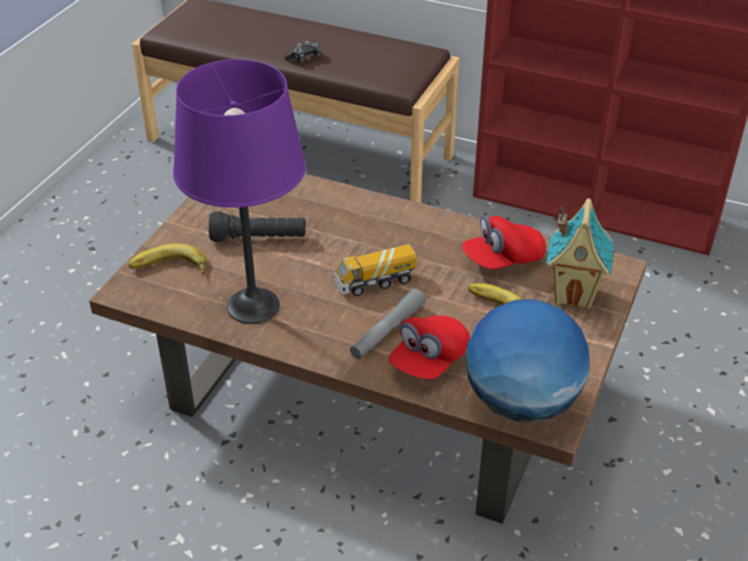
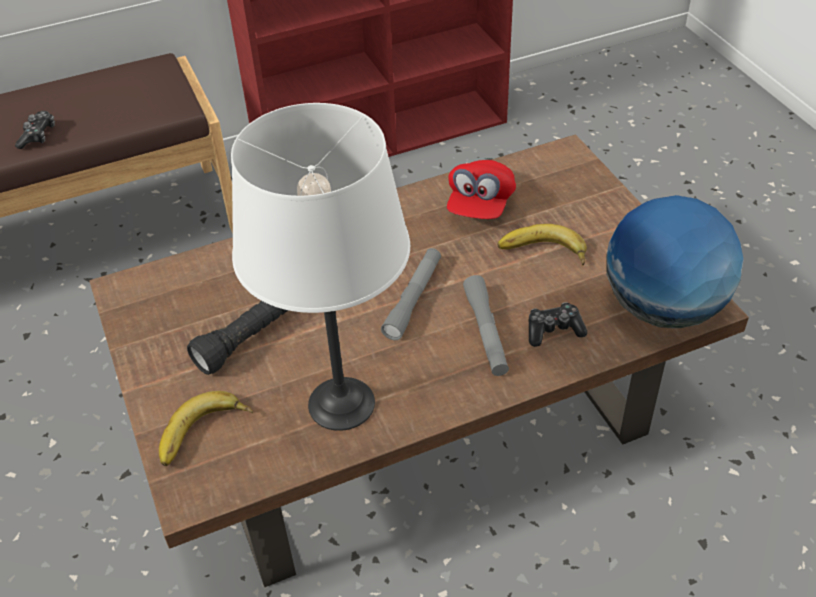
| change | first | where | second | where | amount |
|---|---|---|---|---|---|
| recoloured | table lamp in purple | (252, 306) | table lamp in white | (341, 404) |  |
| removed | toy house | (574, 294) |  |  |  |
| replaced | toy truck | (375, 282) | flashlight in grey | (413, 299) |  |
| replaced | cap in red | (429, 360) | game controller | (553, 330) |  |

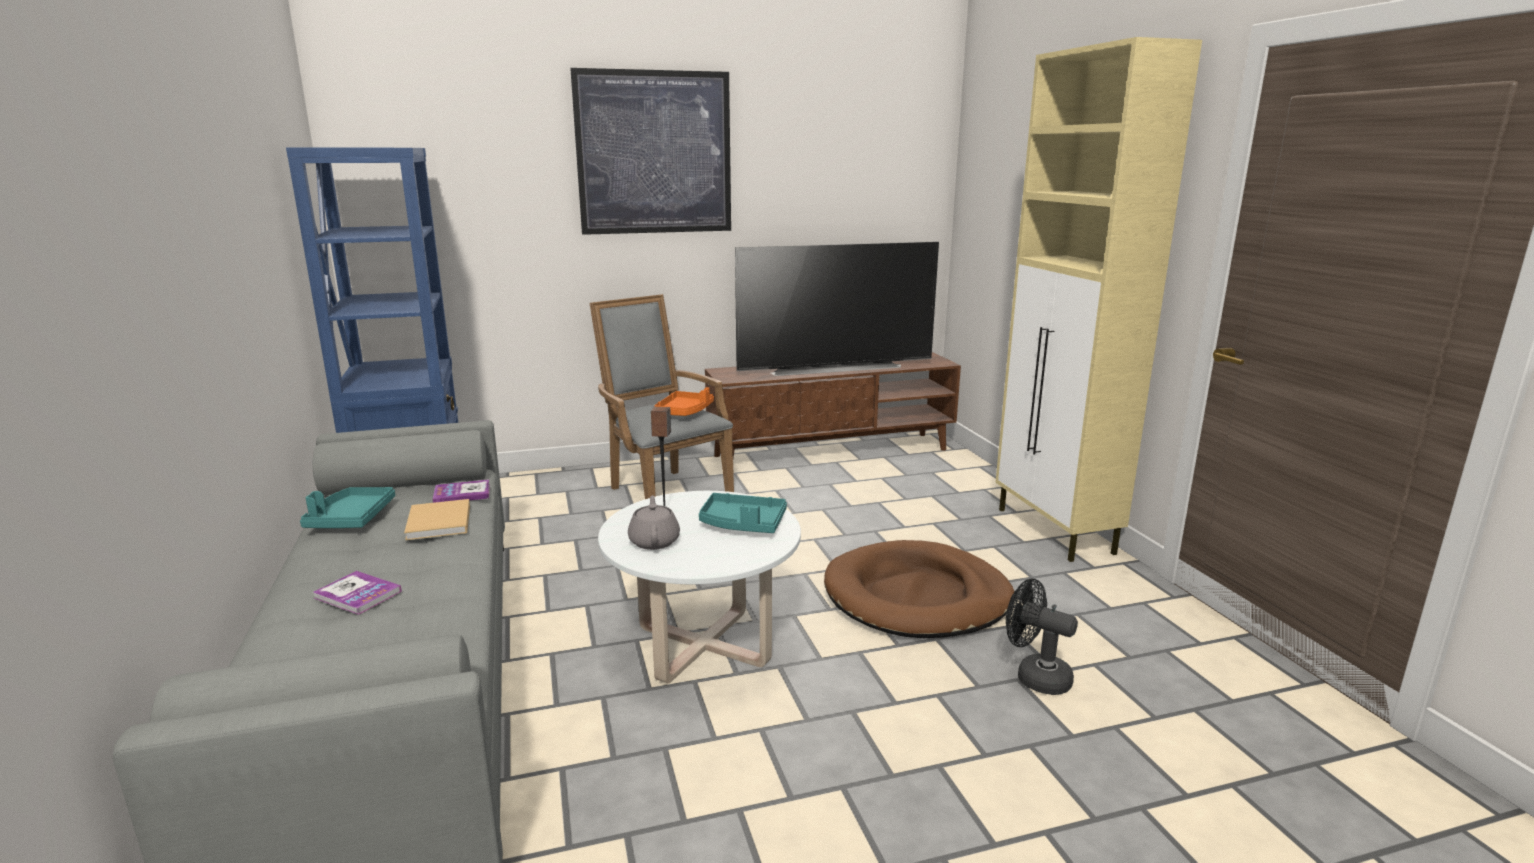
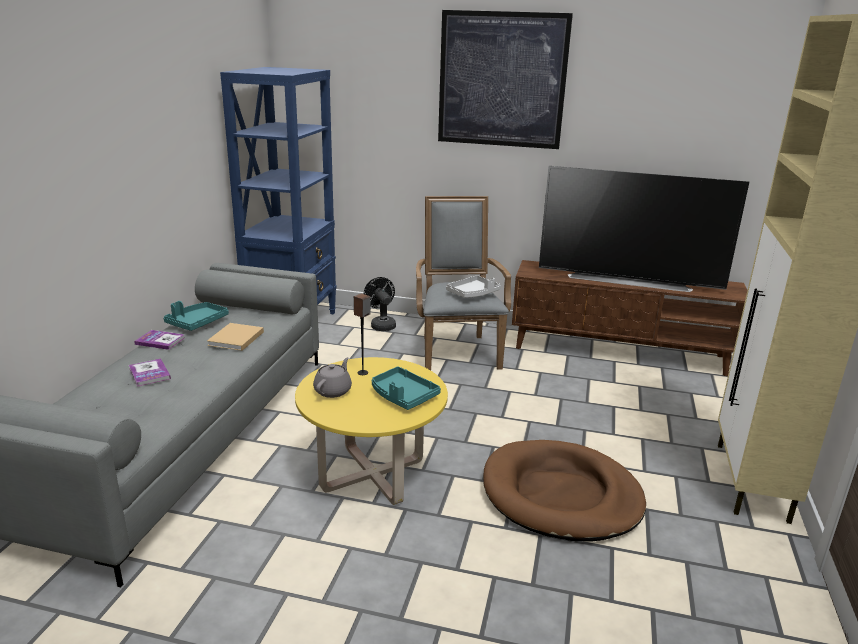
| change | first | where | second | where | amount |
|---|---|---|---|---|---|
| recoloured | tray in orange | (685, 412) | tray in grey | (473, 293) |  |
| moved | book | (462, 493) |  | (160, 341) |  |
| recoloured | coffee table in white | (703, 645) | coffee table in yellow | (372, 474) |  |
| moved | fan in black | (1035, 676) |  | (381, 325) |  |

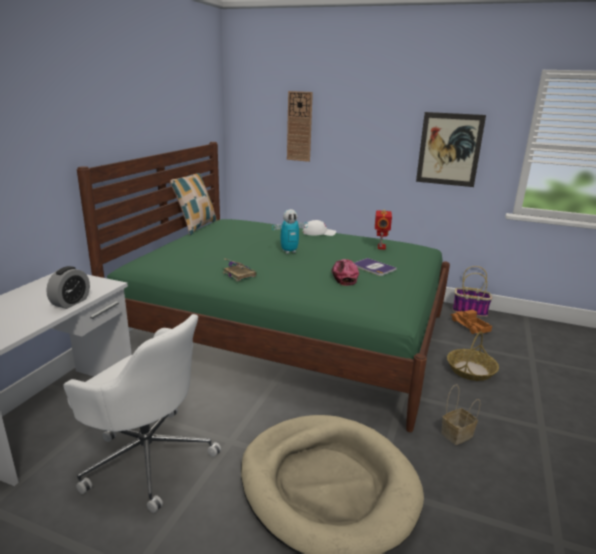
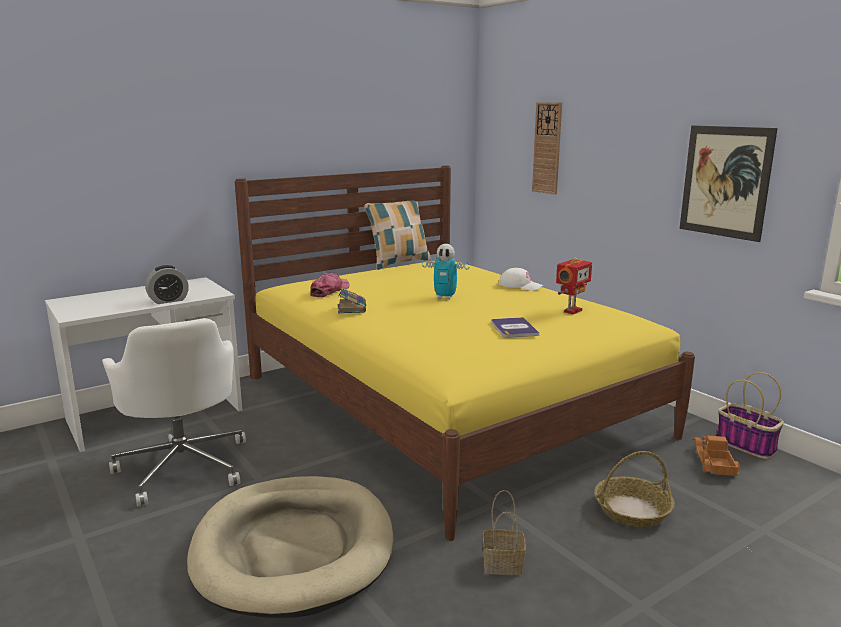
| change | first | where | second | where | amount |
|---|---|---|---|---|---|
| recoloured | bed in green | (288, 332) | bed in yellow | (446, 404) |  |
| moved | cap | (343, 276) |  | (329, 291) |  |

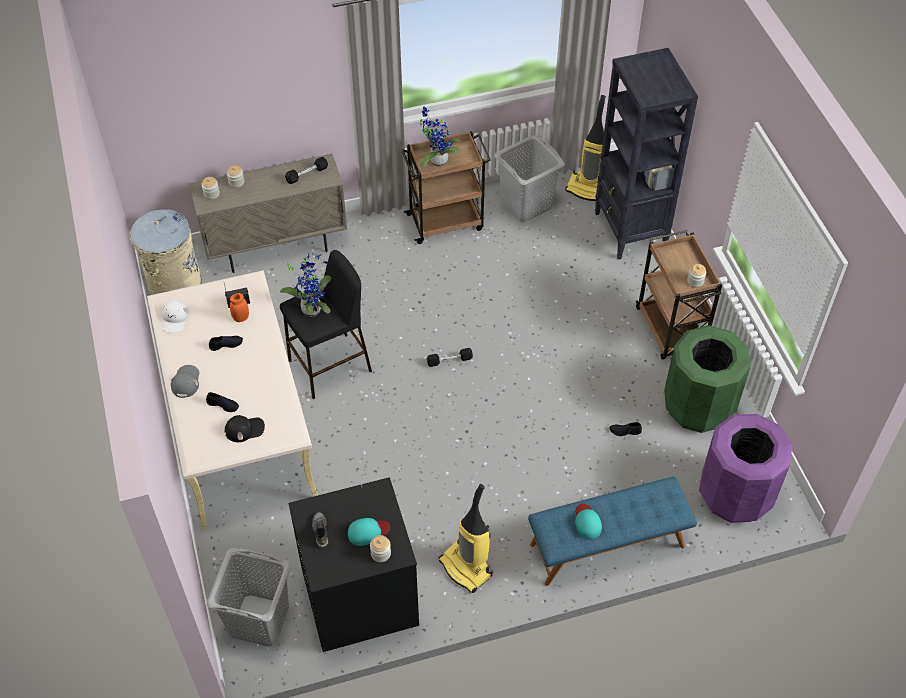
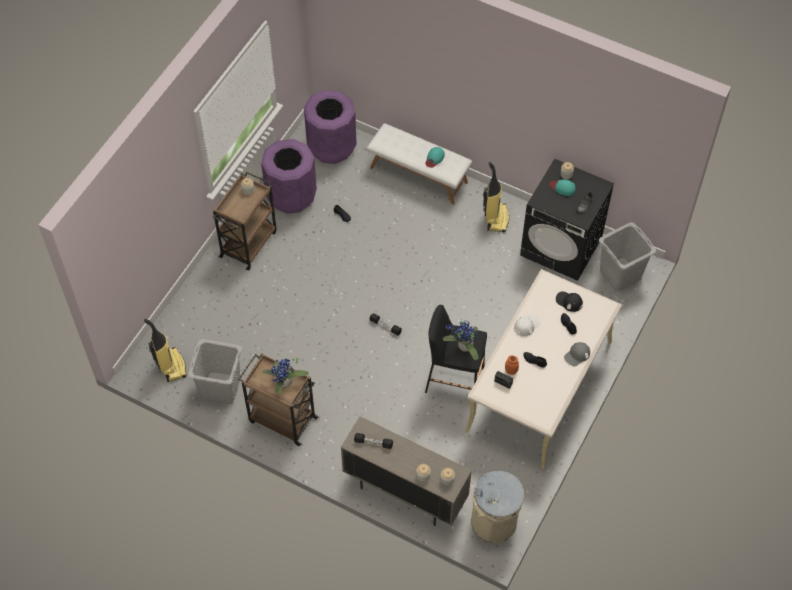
| change | first | where | second | where | amount |
|---|---|---|---|---|---|
| removed | bookcase in black | (630, 231) |  |  |  |
| moved | cap in white | (174, 318) |  | (527, 325) |  |
| recoloured | trash can in green | (699, 407) | trash can in purple | (291, 196) |  |
| recoloured | bench in blue | (607, 546) | bench in white | (419, 175) |  |

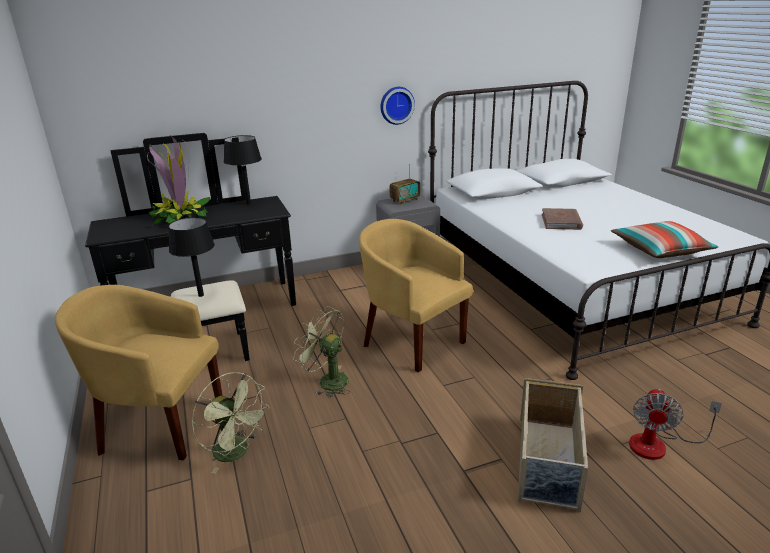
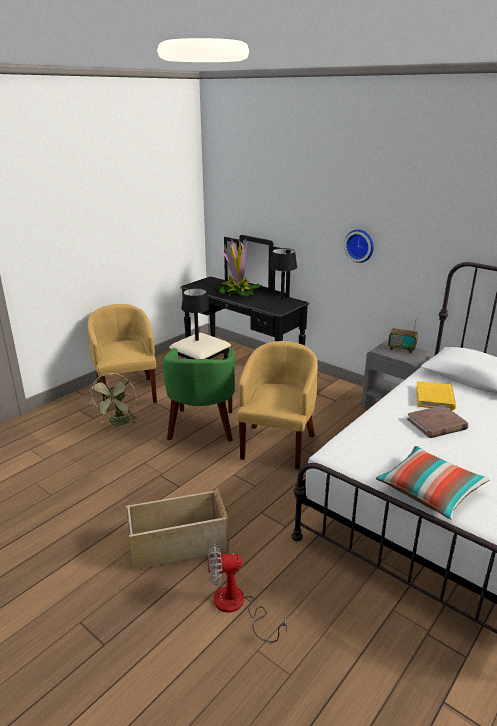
| change | first | where | second | where | amount |
|---|---|---|---|---|---|
| moved | wall clock | (396, 105) |  | (360, 245) |  |
| replaced | fan in green | (327, 380) | armchair in green | (202, 427) |  |
| added |  |  | book in yellow | (435, 398) |  |

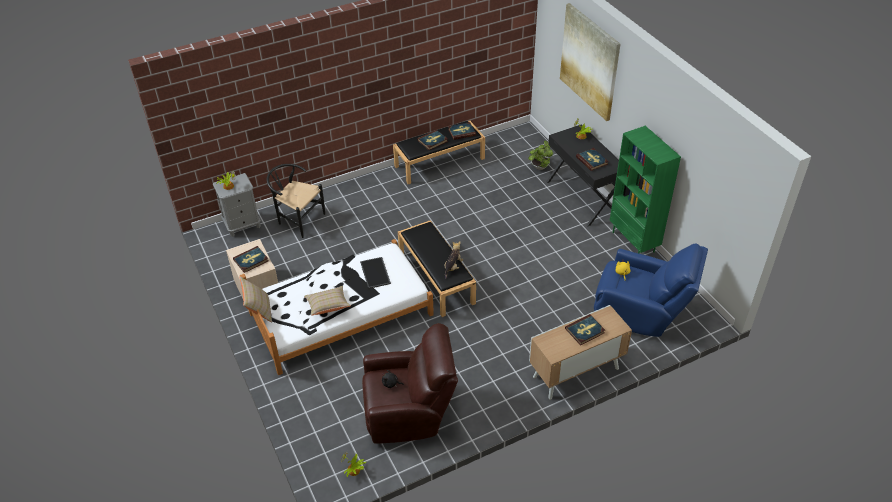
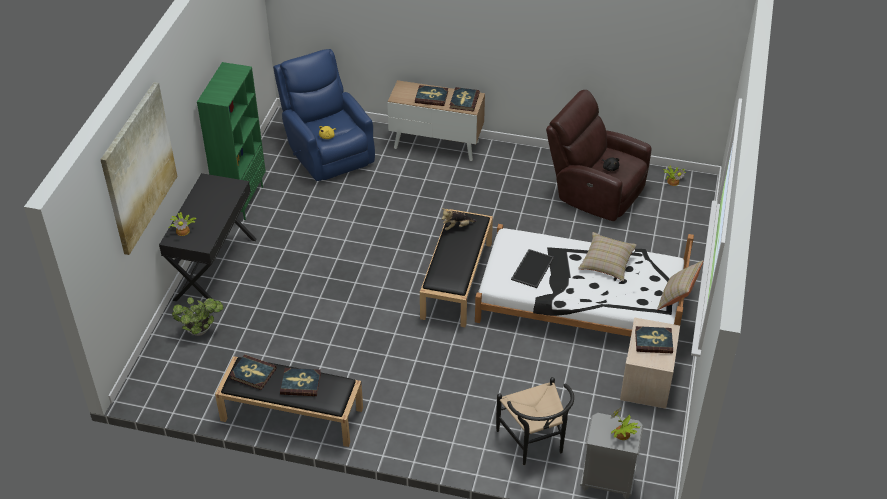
| change | first | where | second | where | amount |
|---|---|---|---|---|---|
| moved | book | (592, 160) |  | (464, 101) |  |

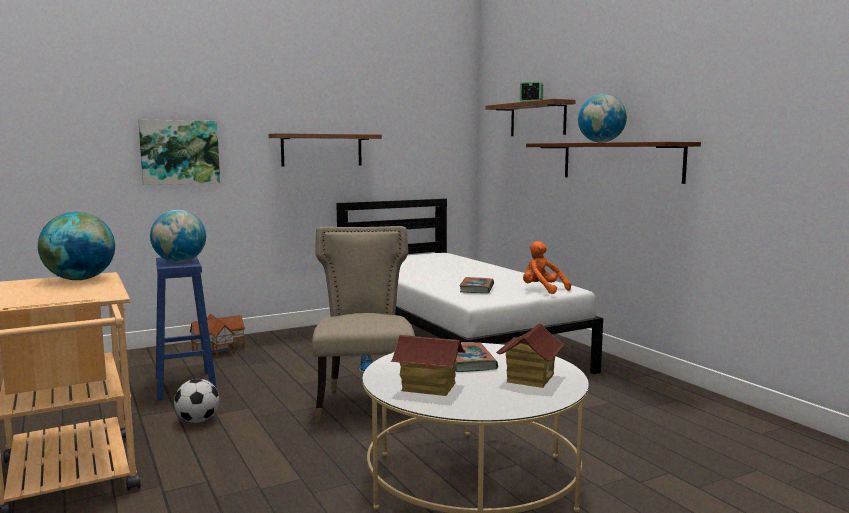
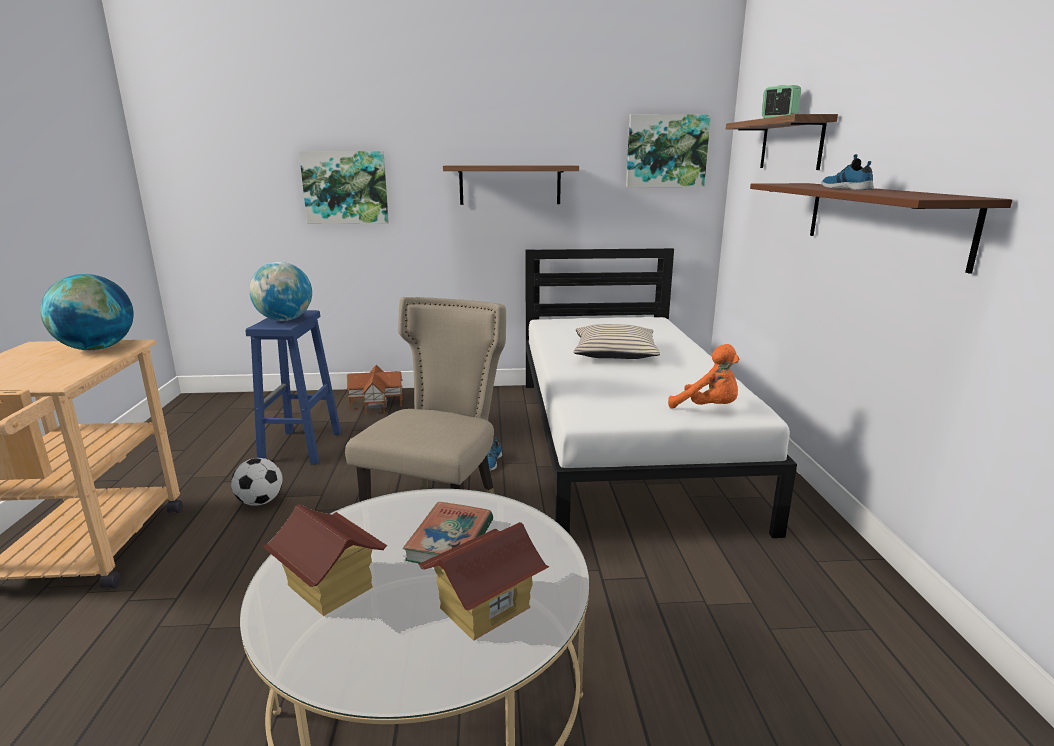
| change | first | where | second | where | amount |
|---|---|---|---|---|---|
| replaced | globe | (601, 142) | shoe | (847, 188) |  |
| turned | plush toy in orange | (542, 290) |  | (708, 408) | 150 degrees clockwise |
| removed | book | (477, 288) |  |  |  |
| added |  |  | picture | (666, 151) |  |
| added |  |  | pillow in beige | (614, 353) |  |

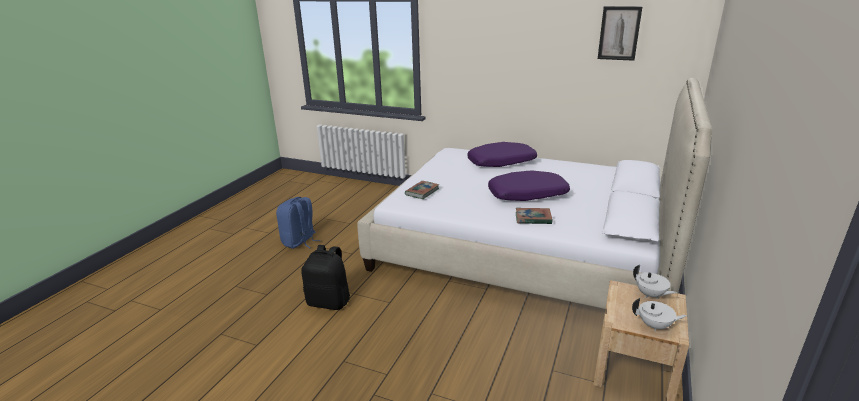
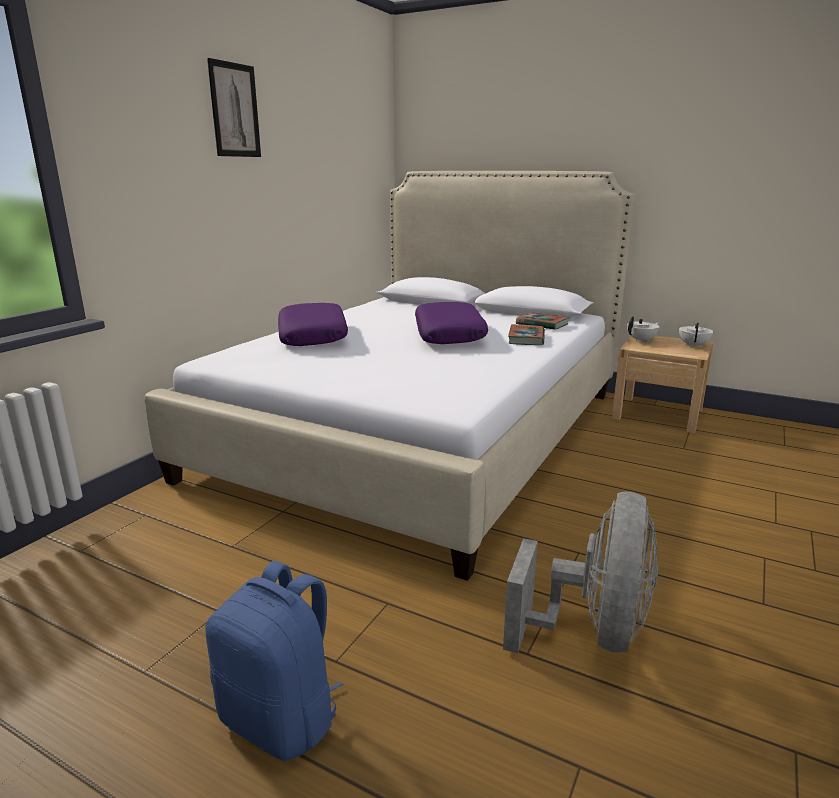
| change | first | where | second | where | amount |
|---|---|---|---|---|---|
| moved | picture | (619, 33) |  | (234, 110) |  |
| moved | book | (422, 192) |  | (542, 324) |  |
| replaced | backpack in black | (329, 302) | fan in grey | (592, 631) |  |

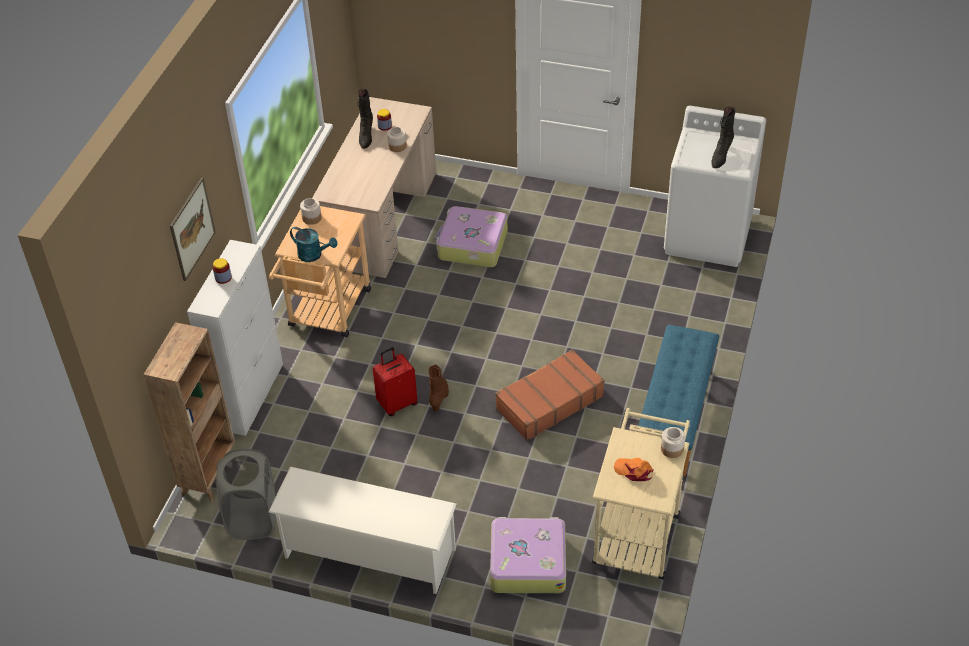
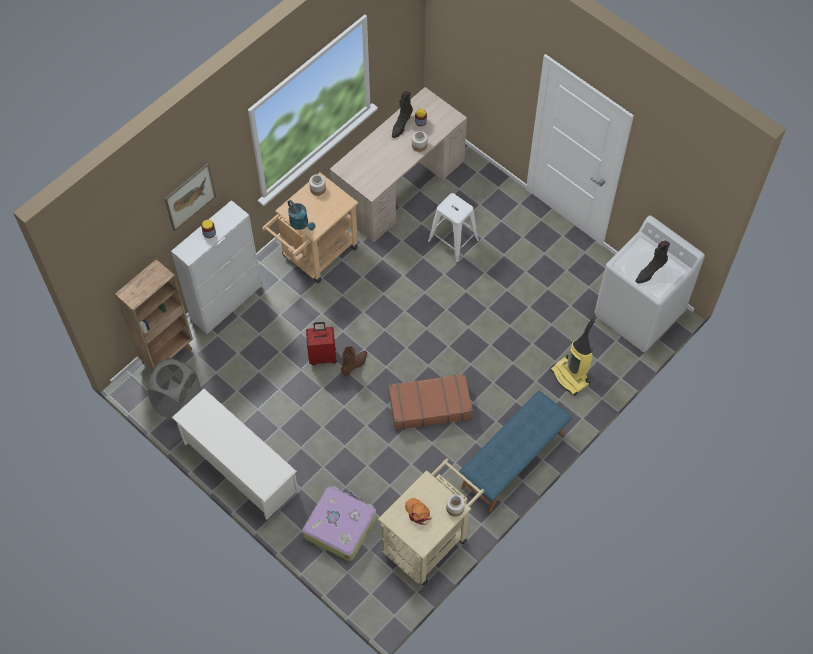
| change | first | where | second | where | amount |
|---|---|---|---|---|---|
| replaced | suitcase | (472, 245) | stool in white | (453, 241) |  |
| added |  |  | vacuum cleaner | (571, 377) |  |

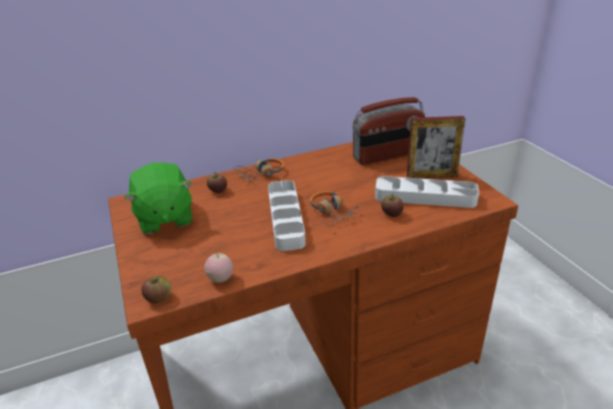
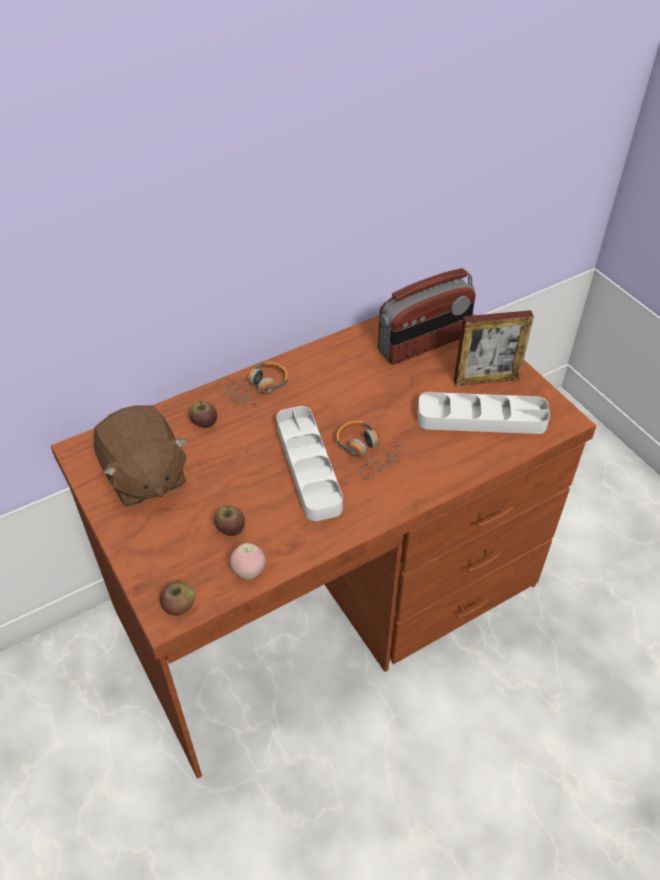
| change | first | where | second | where | amount |
|---|---|---|---|---|---|
| recoloured | plush toy in green | (164, 218) | plush toy in brown | (144, 476) |  |
| moved | apple | (391, 214) |  | (230, 528) |  |

